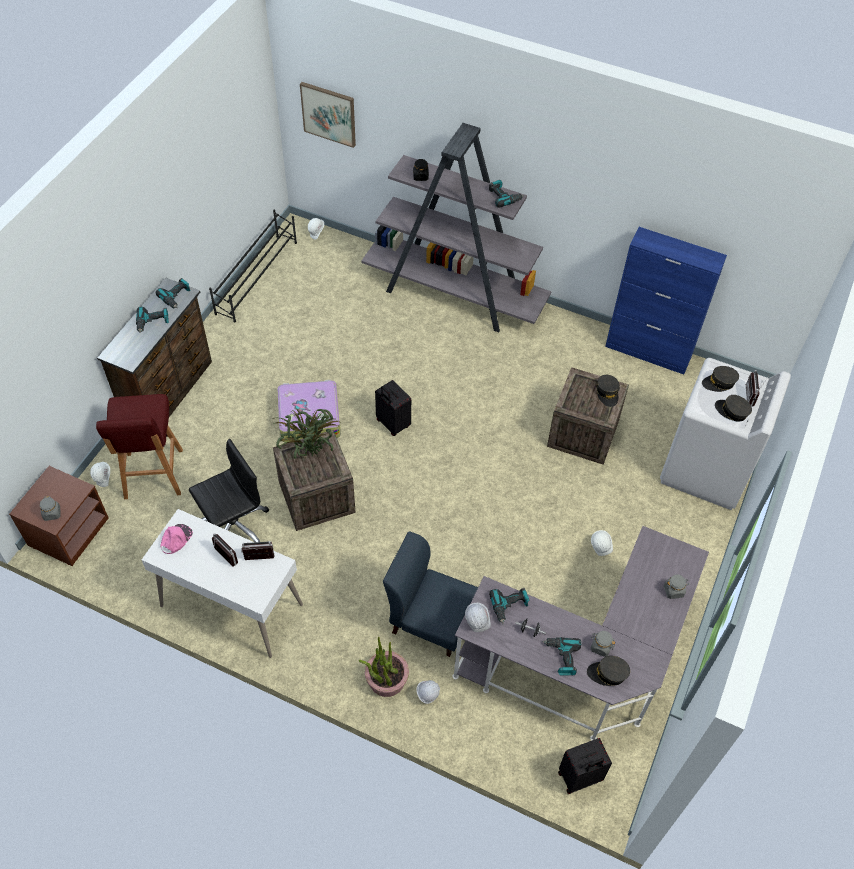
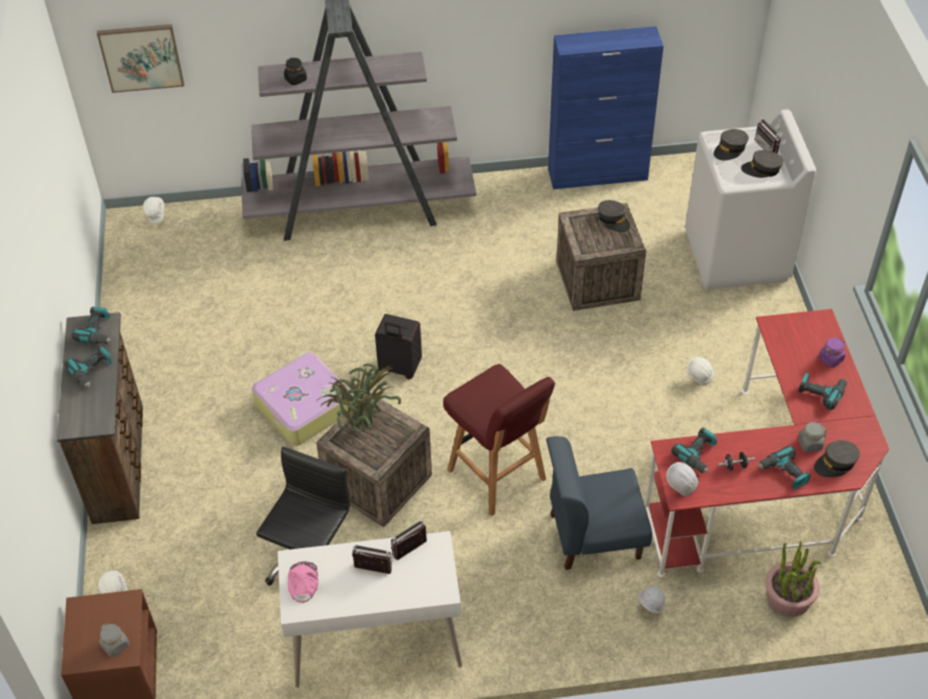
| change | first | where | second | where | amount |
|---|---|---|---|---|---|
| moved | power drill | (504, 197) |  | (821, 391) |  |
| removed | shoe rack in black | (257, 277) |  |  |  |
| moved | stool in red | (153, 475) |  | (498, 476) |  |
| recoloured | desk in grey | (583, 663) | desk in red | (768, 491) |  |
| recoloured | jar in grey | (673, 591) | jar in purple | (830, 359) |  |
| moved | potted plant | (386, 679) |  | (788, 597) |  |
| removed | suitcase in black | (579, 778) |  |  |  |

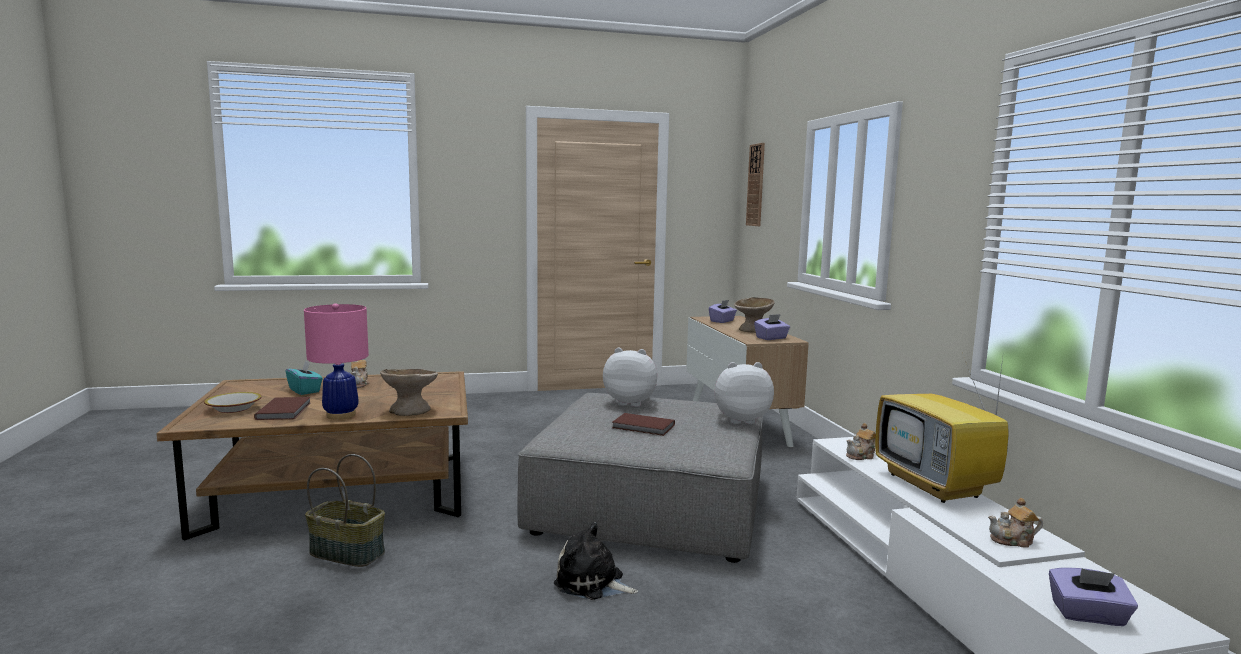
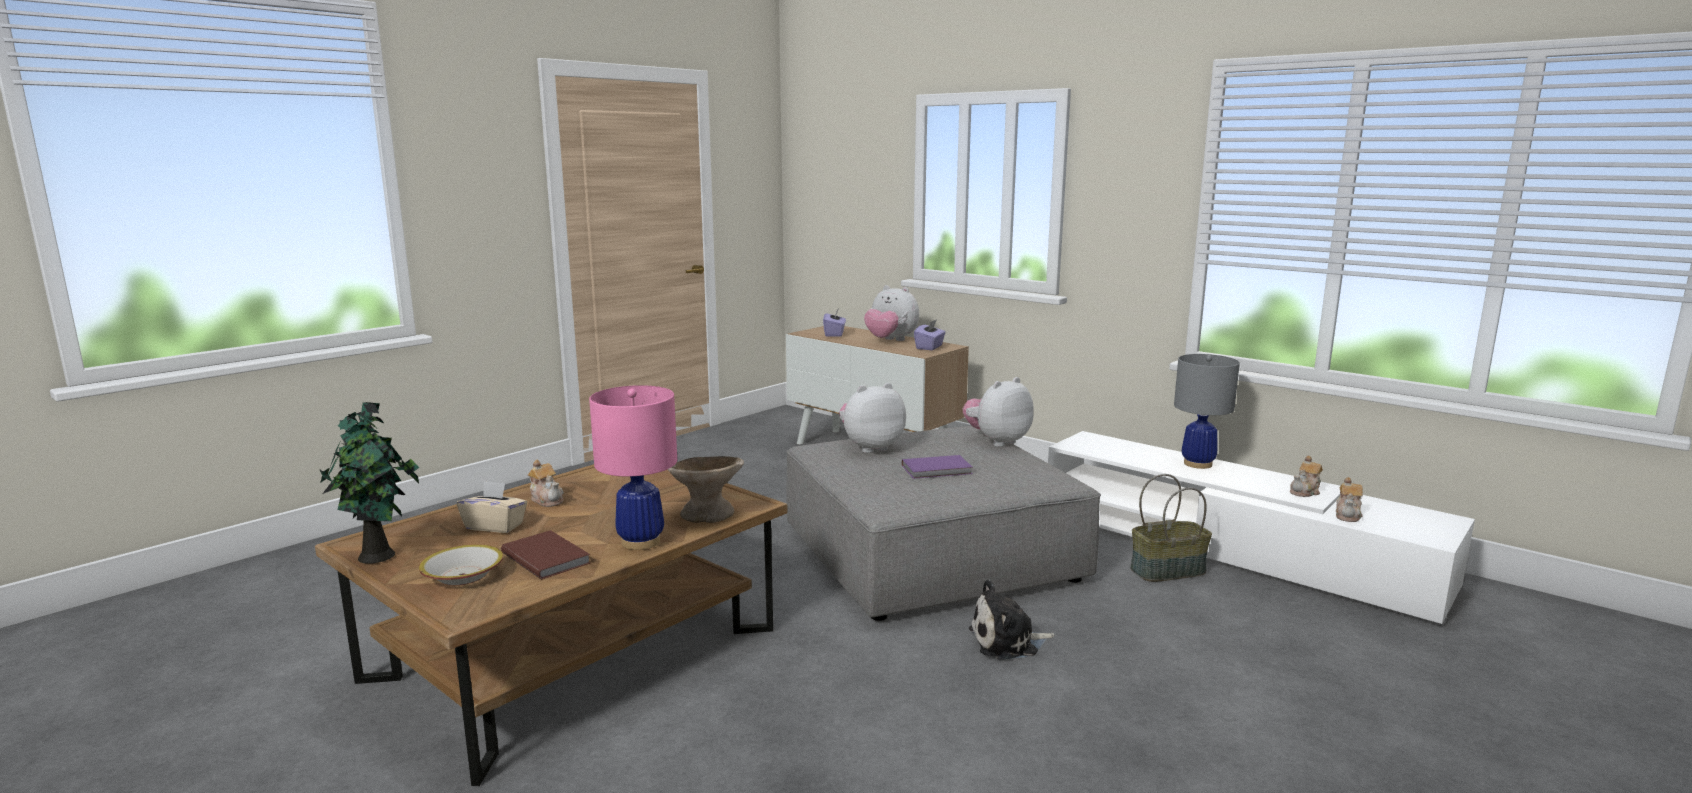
| change | first | where | second | where | amount |
|---|---|---|---|---|---|
| removed | wall clock | (756, 185) |  |  |  |
| replaced | bowl in beige | (753, 330) | plush toy | (890, 340) |  |
| replaced | television | (936, 486) | table lamp in grey | (1198, 464) |  |
| recoloured | tissue box in turquoise | (305, 390) | tissue box in beige | (495, 526) |  |
| recoloured | book in brown | (643, 427) | book in purple | (938, 470) |  |
| moved | teapot | (861, 456) |  | (1348, 515) |  |
| moved | basket | (348, 552) |  | (1167, 570) |  |
| removed | tissue box in purple | (1088, 615) |  |  |  |
| added |  |  | potted plant | (380, 556) |  |

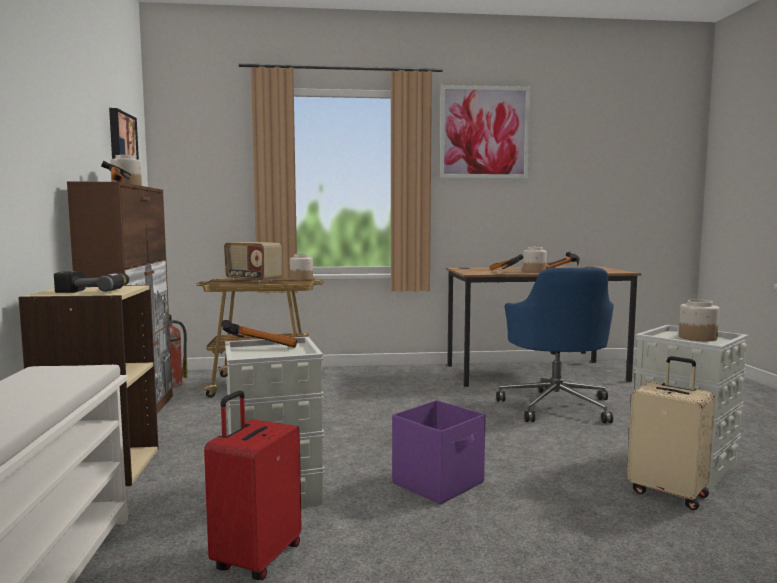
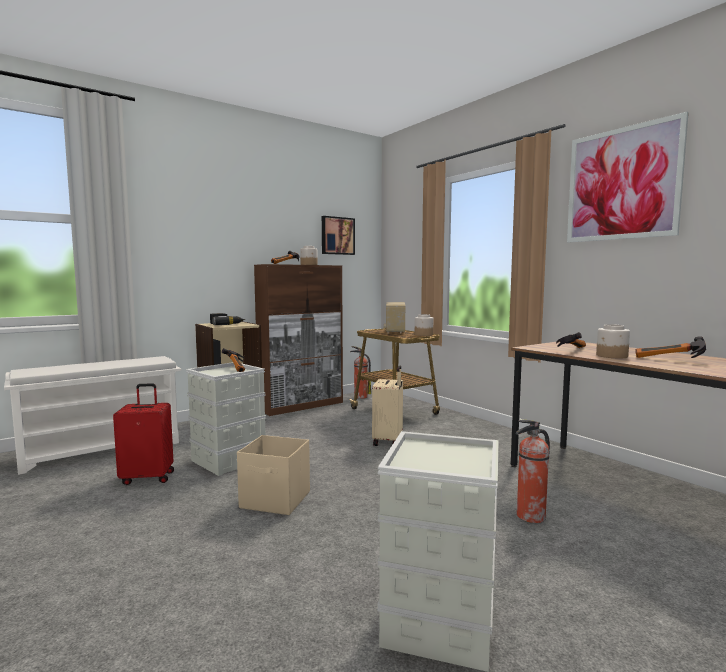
| change | first | where | second | where | amount |
|---|---|---|---|---|---|
| replaced | office chair in blue | (556, 406) | fire extinguisher | (529, 516) |  |
| removed | jar | (697, 338) |  |  |  |
| moved | suitcase in beige | (668, 493) |  | (388, 441) |  |
| recoloured | storage box in purple | (439, 483) | storage box in beige | (276, 500) |  |

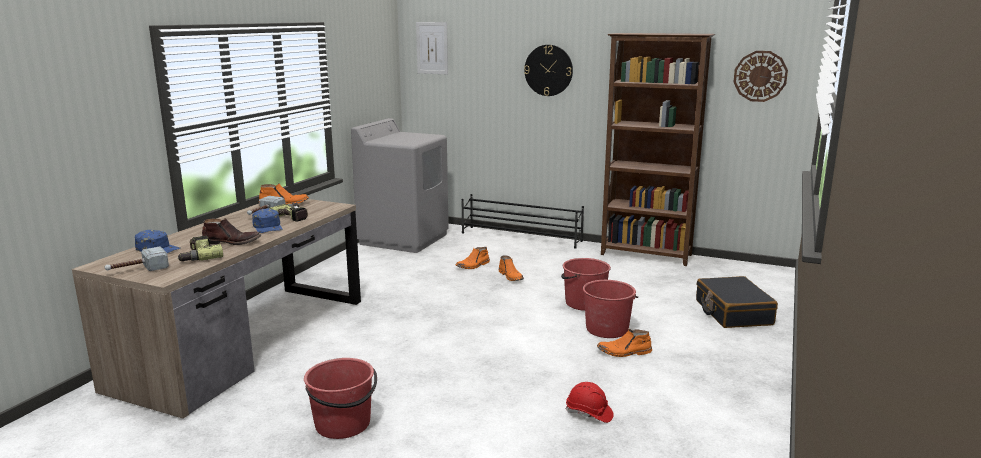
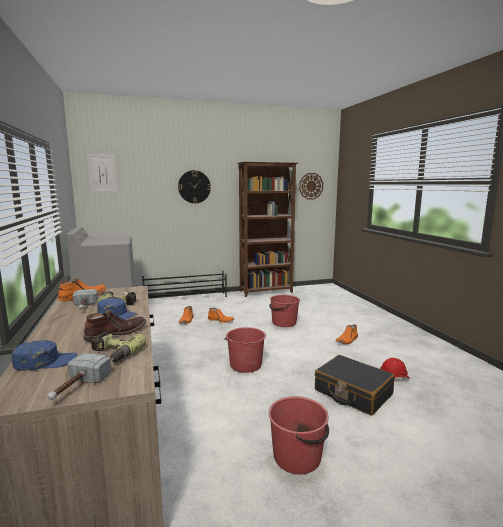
| change | first | where | second | where | amount |
|---|---|---|---|---|---|
| moved | suitcase in black | (732, 312) |  | (352, 393) |  |
| moved | bucket in red | (607, 329) |  | (245, 365) |  |

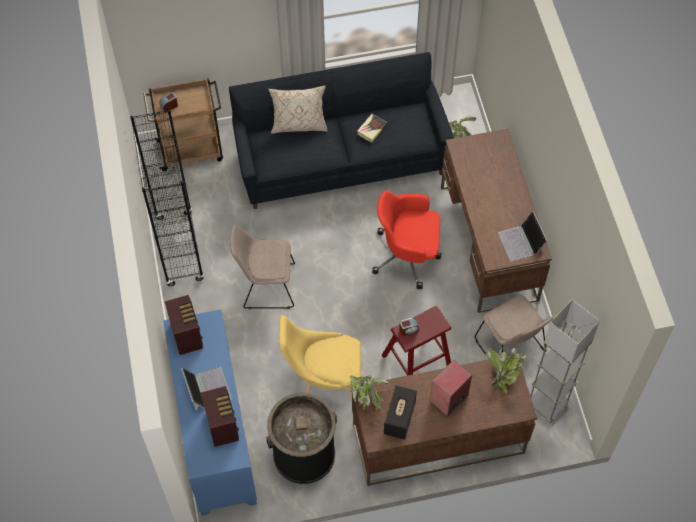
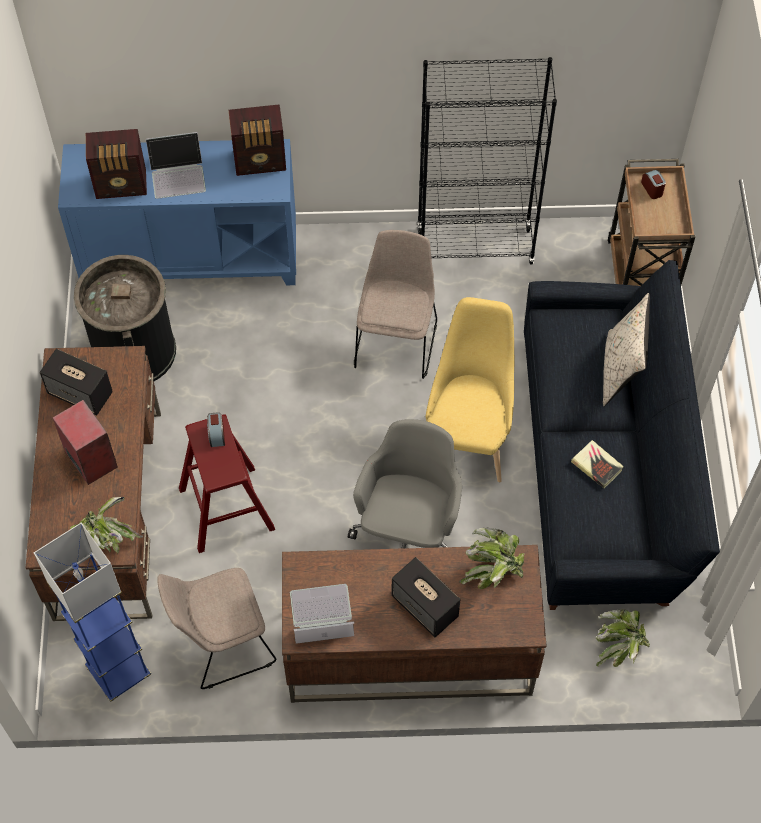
| change | first | where | second | where | amount |
|---|---|---|---|---|---|
| recoloured | office chair in red | (407, 255) | office chair in grey | (409, 530) |  |
| recoloured | floor lamp in grey | (547, 404) | floor lamp in blue | (119, 672) |  |
| moved | chair in yellow | (324, 381) |  | (468, 436) |  |
| moved | potted plant | (367, 397) |  | (492, 571) |  |
| added |  |  | speaker | (425, 607) |  |

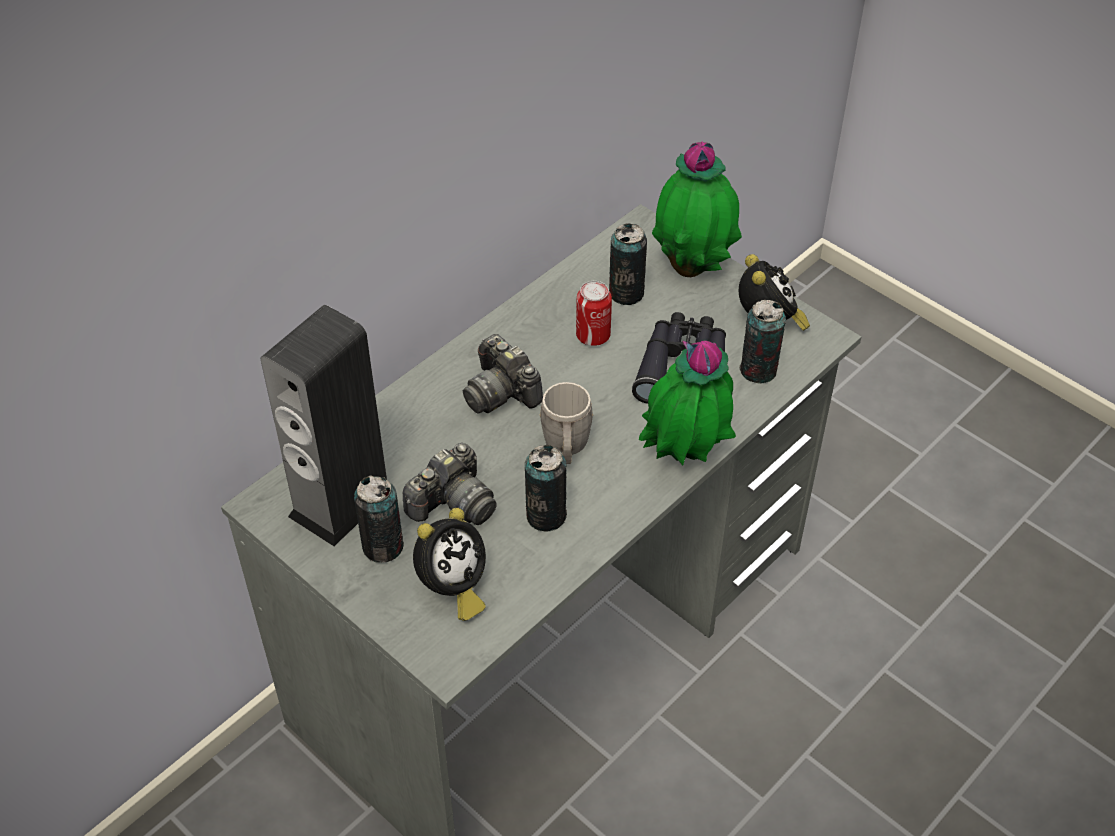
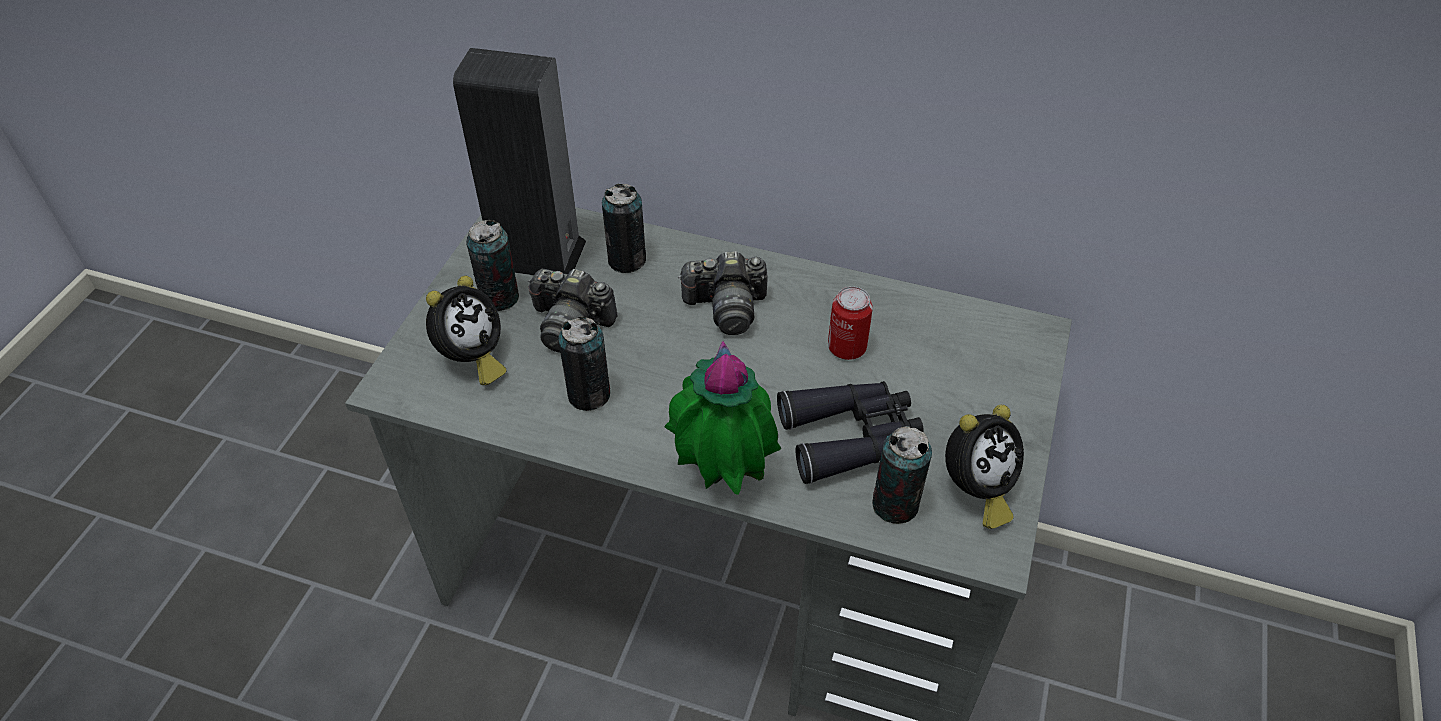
| change | first | where | second | where | amount |
|---|---|---|---|---|---|
| removed | potted plant | (693, 268) |  |  |  |
| moved | can | (626, 293) |  | (627, 260) |  |
| turned | photo camera | (501, 392) |  | (726, 308) | 120 degrees counterclockwise |
| removed | mug in grey | (566, 448) |  |  |  |
| turned | alarm clock | (452, 588) |  | (472, 360) | 75 degrees counterclockwise |

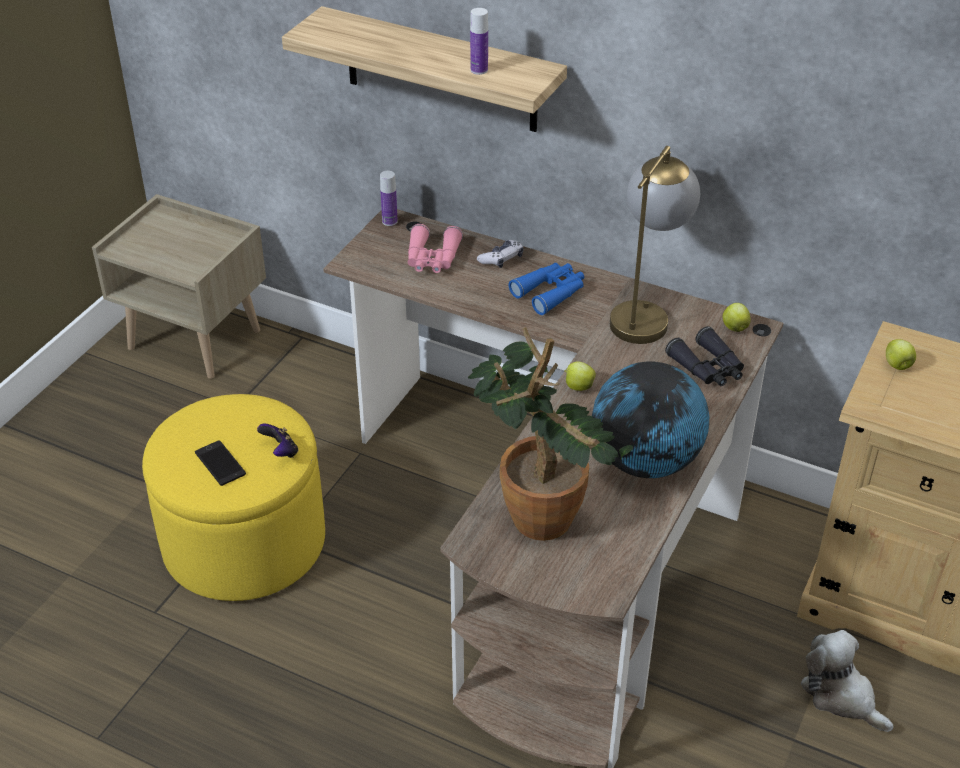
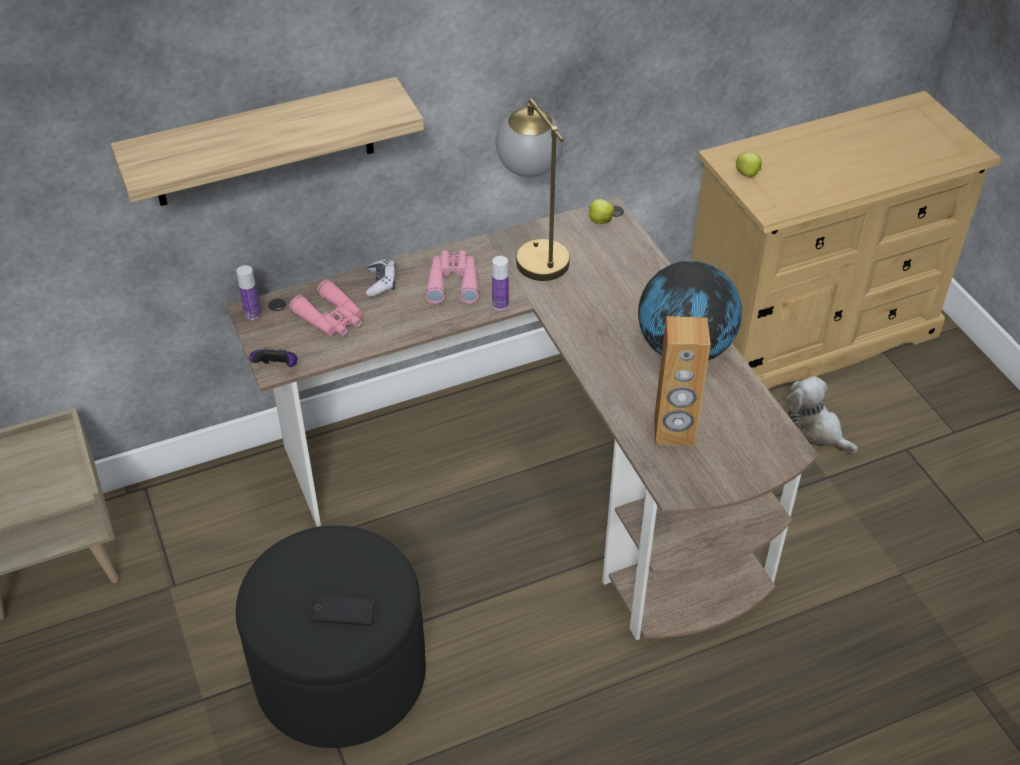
| change | first | where | second | where | amount |
|---|---|---|---|---|---|
| moved | bottle | (479, 70) |  | (500, 304) |  |
| recoloured | binoculars in blue | (550, 292) | binoculars in pink | (453, 282) |  |
| removed | binoculars in black | (708, 368) |  |  |  |
| replaced | potted plant | (537, 507) | speaker in brown | (674, 432) |  |
| removed | apple | (578, 387) |  |  |  |
| recoloured | ottoman in yellow | (244, 542) | ottoman in black | (341, 674) |  |
| moved | game controller | (280, 452) |  | (277, 368) |  |
| turned | plush toy | (841, 696) |  | (814, 430) | 45 degrees clockwise |

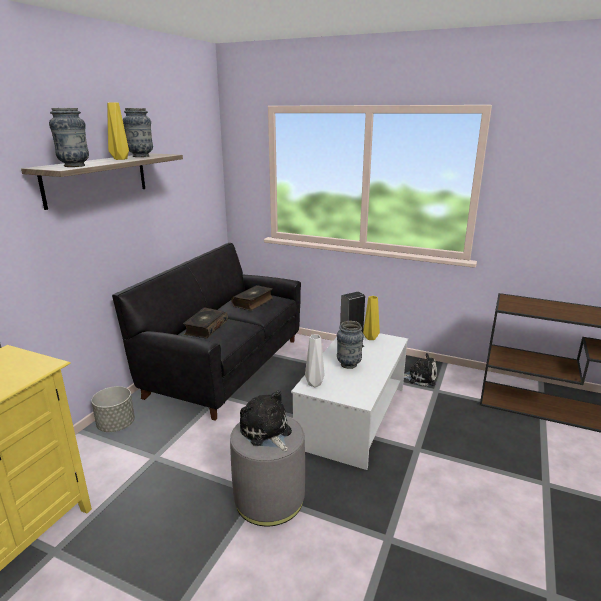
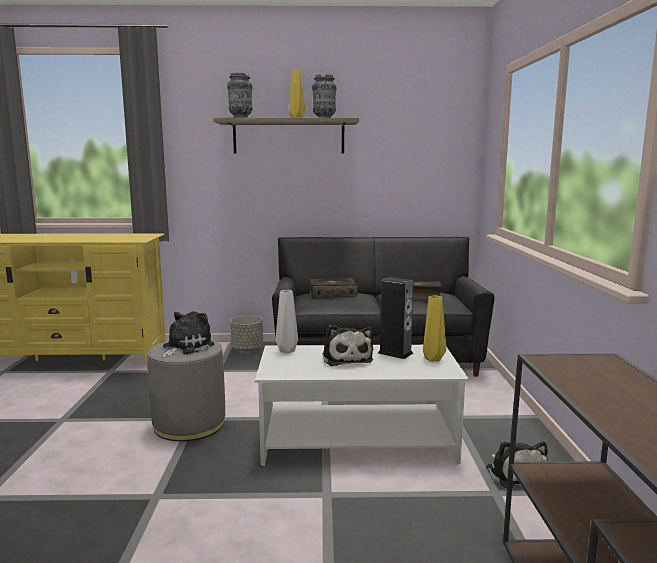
| change | first | where | second | where | amount |
|---|---|---|---|---|---|
| replaced | vase | (348, 364) | plush toy | (346, 358) |  |

